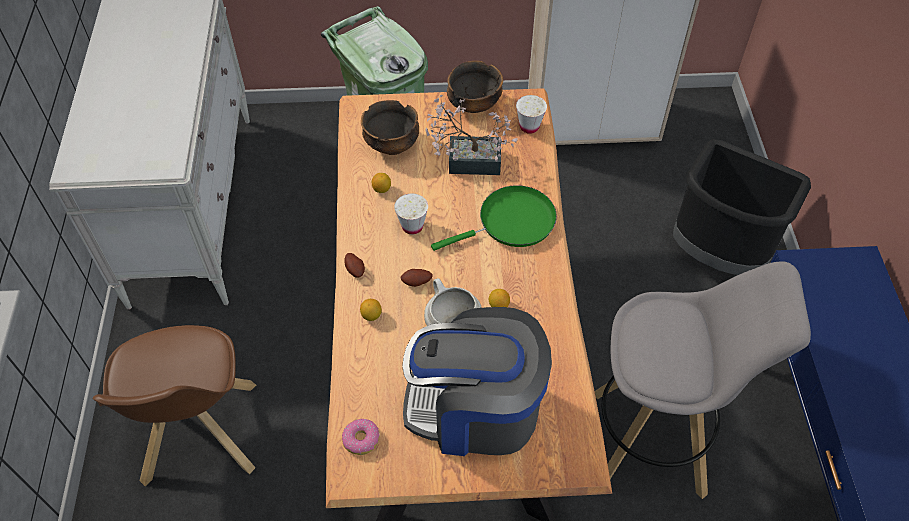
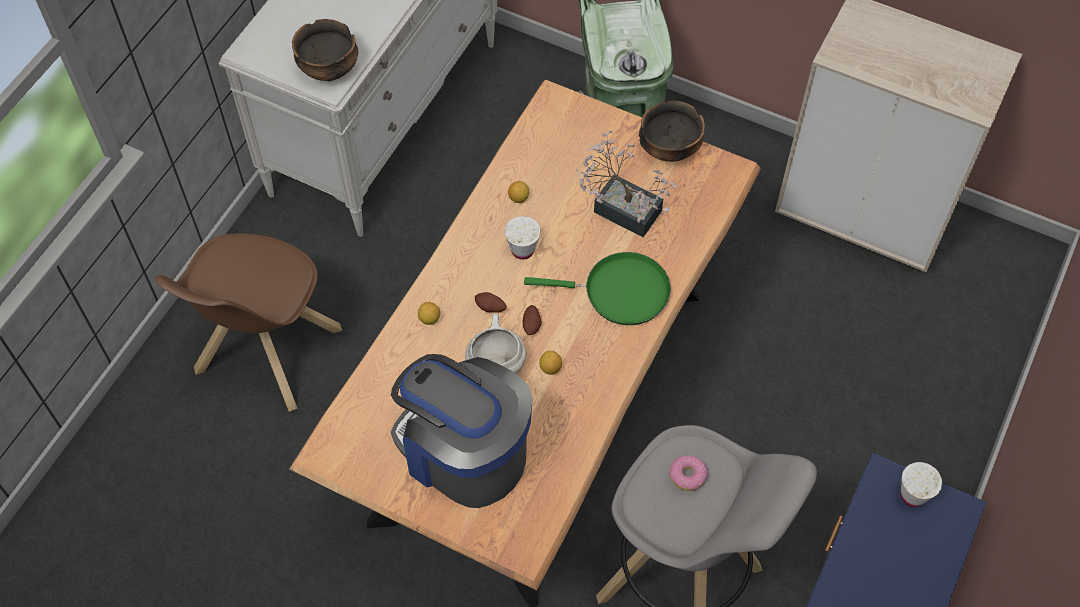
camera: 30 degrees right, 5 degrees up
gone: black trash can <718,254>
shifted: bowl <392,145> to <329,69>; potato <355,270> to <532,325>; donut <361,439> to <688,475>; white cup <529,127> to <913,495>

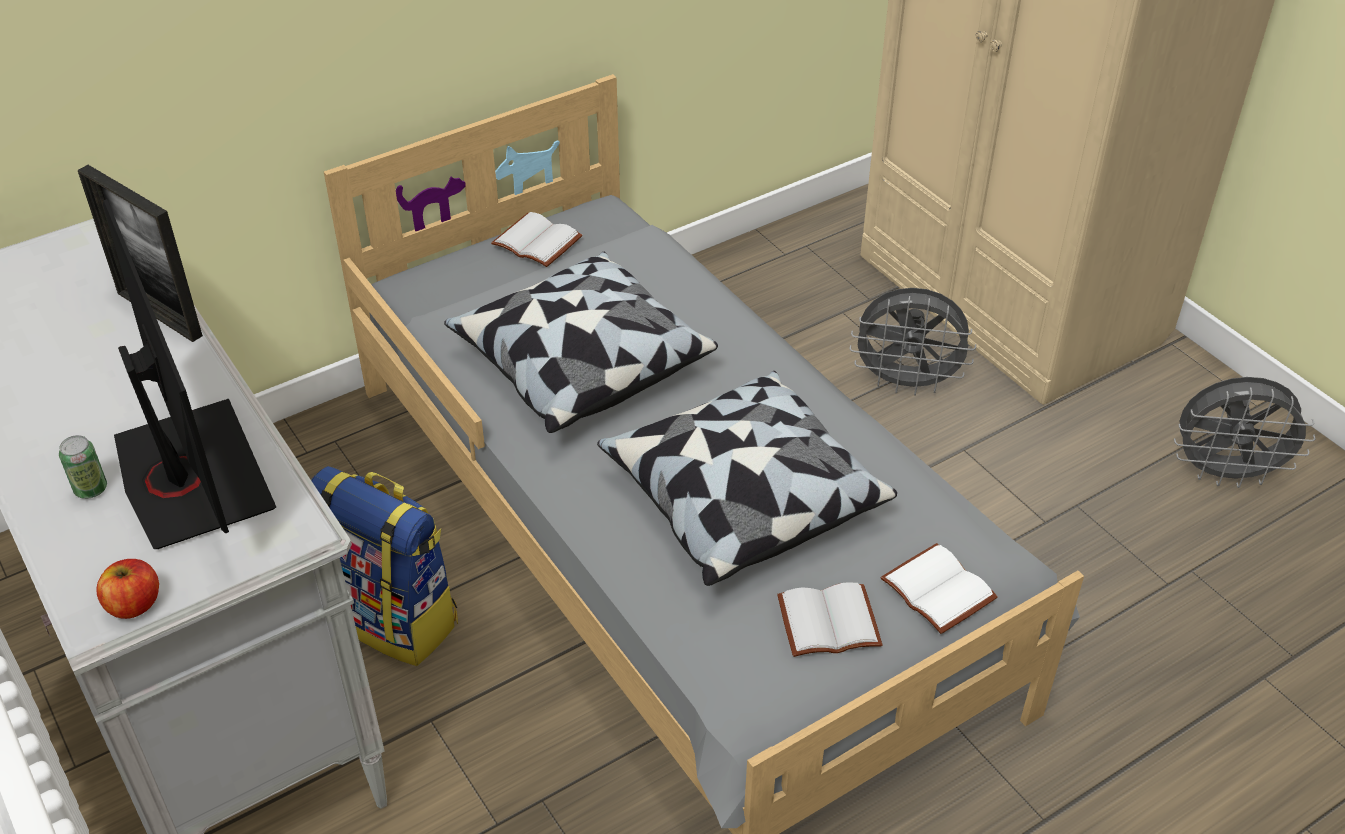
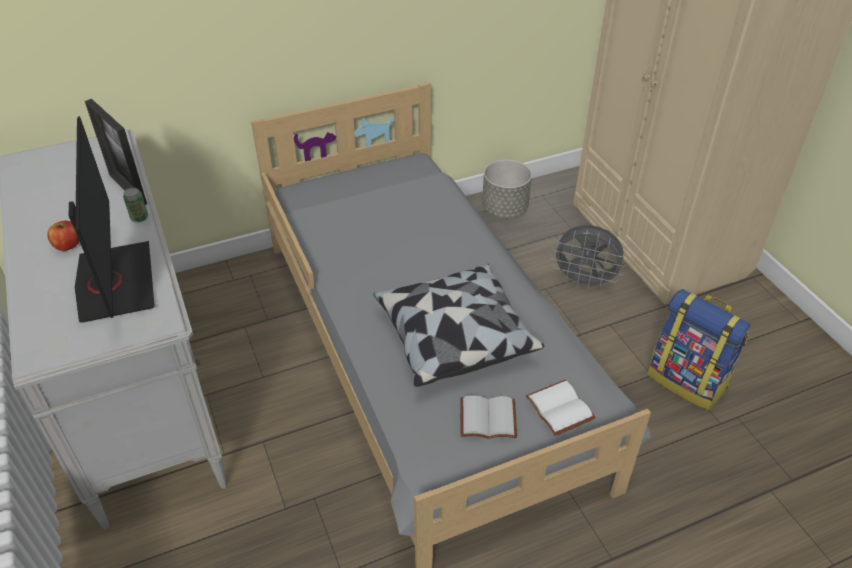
camera: 10 degrees right, 0 degrees up
gone: pillow <579,364>; white book <539,241>; grey fan <1225,474>
new: grey planter <504,209>
shifted: apple <134,604> to <68,245>; can <91,489> to <139,218>; backpack <395,618> to <688,380>

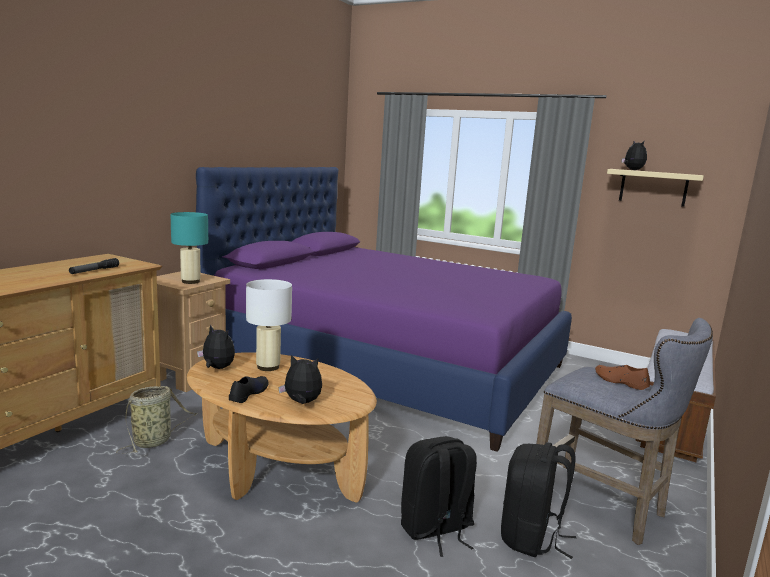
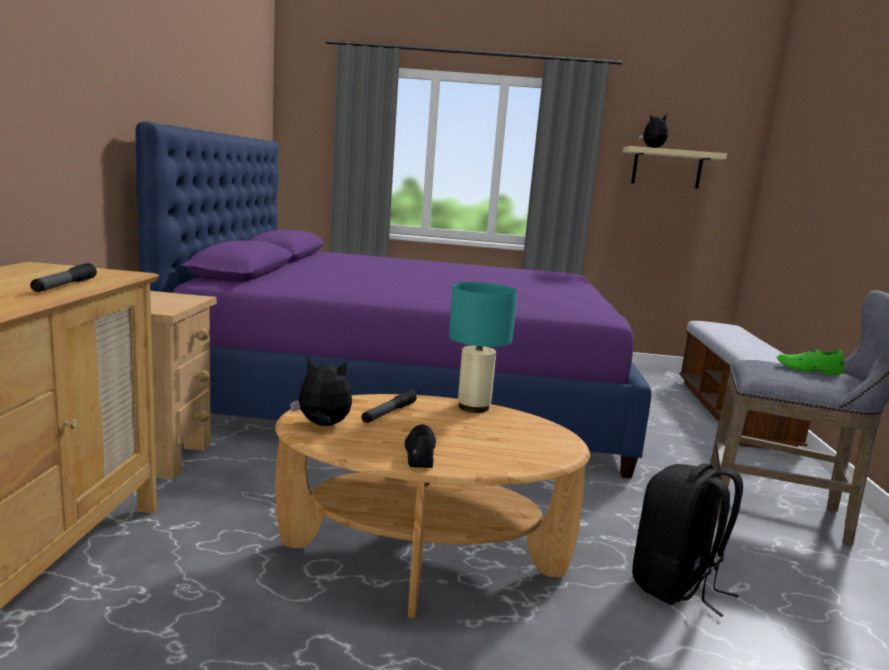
camera: 25 degrees left, 0 degrees up
gone: basket <154,441>; plush toy <302,403>; black backpack <531,537>
shifted: turquoise table lamp <190,281> to <473,407>
swapped: white table lamp <267,367> to flashlight <388,413>
repainted: brown shoe <620,381> to green shoe <808,369>

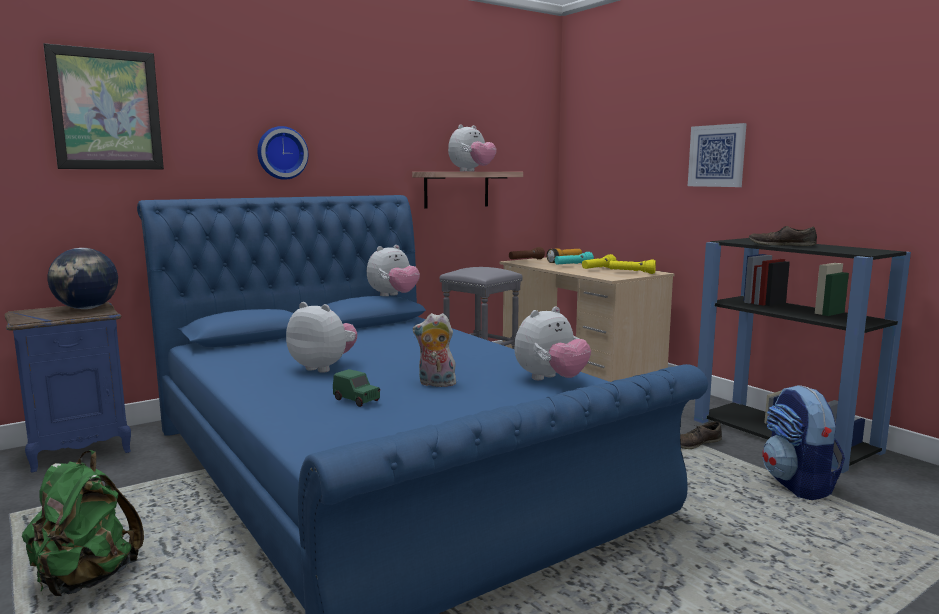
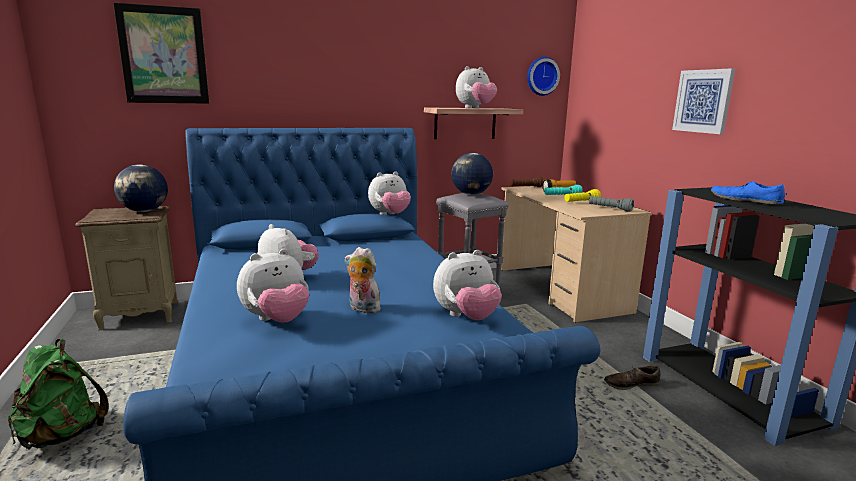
camera: 15 degrees right, 5 degrees up
gone: backpack <798,485>
new: globe <471,194>
shifted: wall clock <281,153> to <541,76>
swapped: green toy car <356,400> to plush toy <277,320>
repainted: blue nightstand <80,450> to beige nightstand <140,315>; yellow flashlight <631,272> to grey flashlight <609,209>; brown shoe <781,245> to blue shoe <745,200>

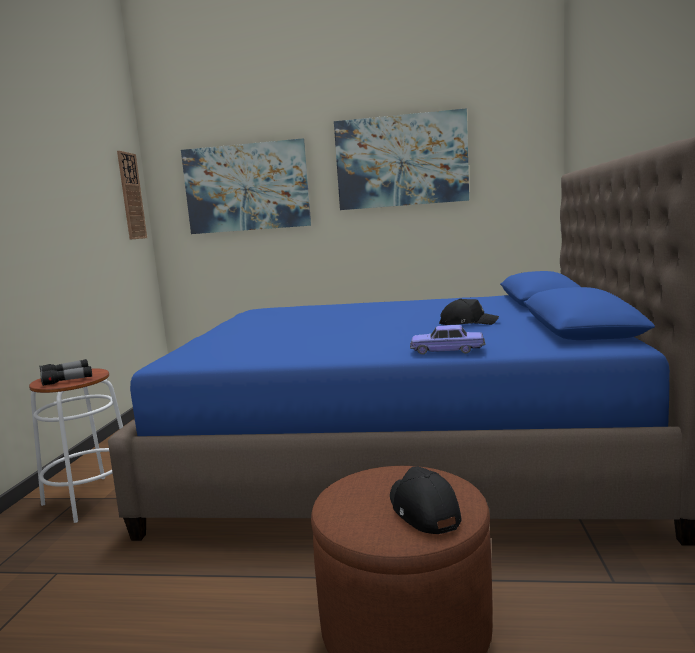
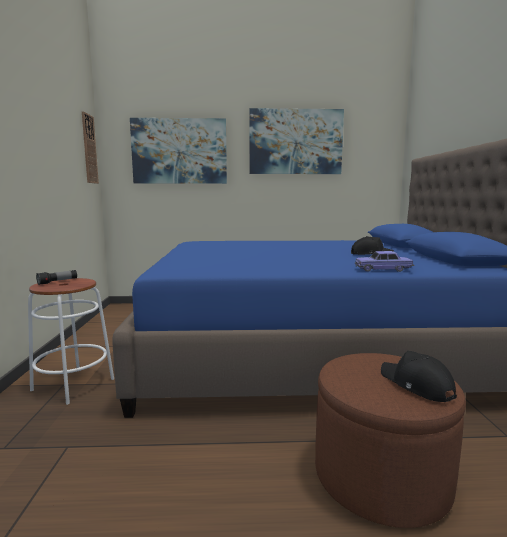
camera: 10 degrees left, 0 degrees up
gone: flashlight <68,381>

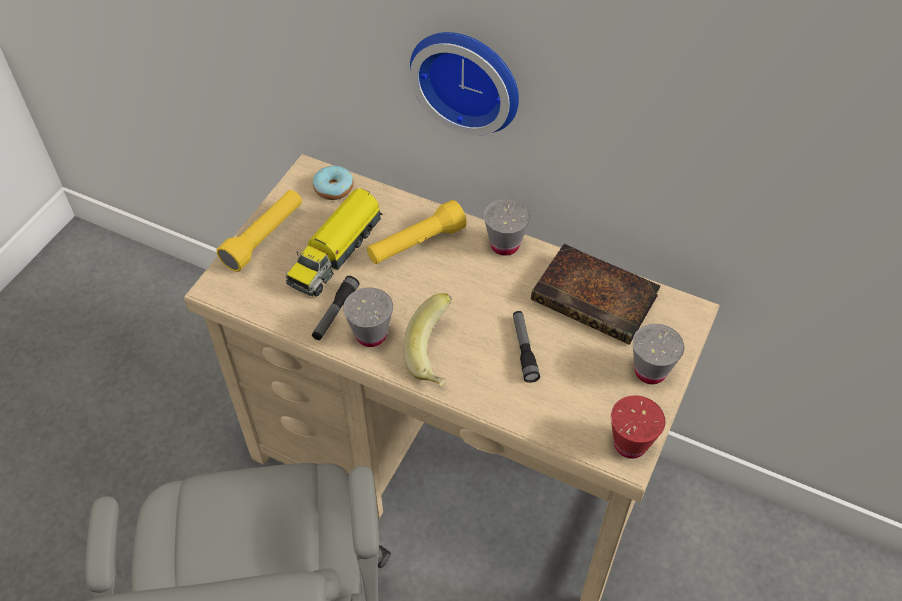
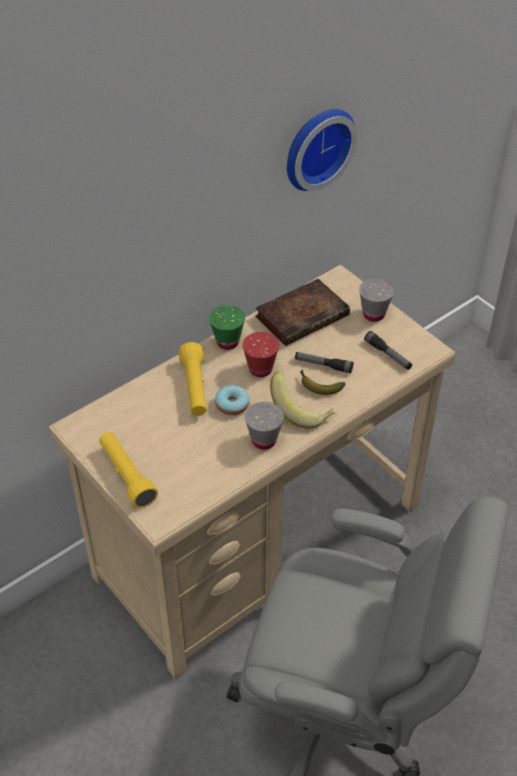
camera: 65 degrees left, 5 degrees down
gone: toy truck <336,251>
new: banana <318,386>
shifted: donut <334,188> to <232,404>; red cup <630,444> to <260,369>; wall clock <468,78> to <316,146>; flashlight <335,313> to <388,355>
repainted: grey cup <504,245> to green cup <227,342>

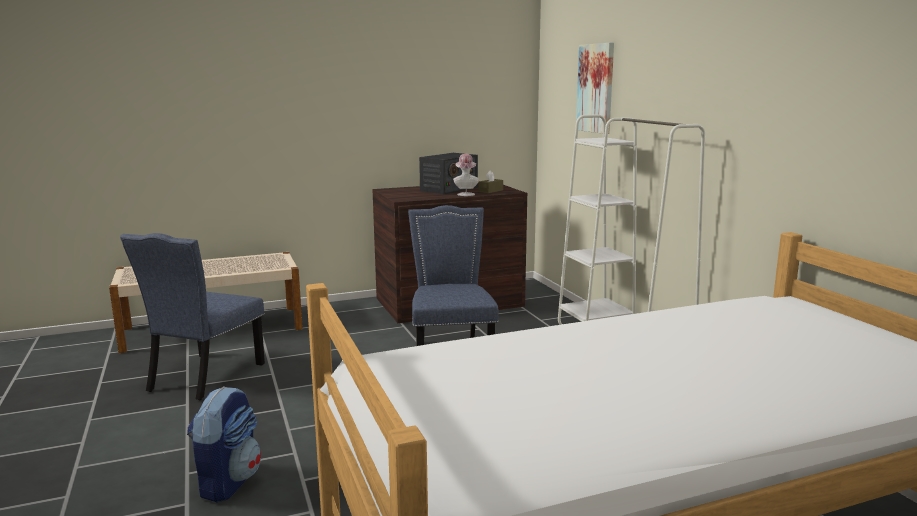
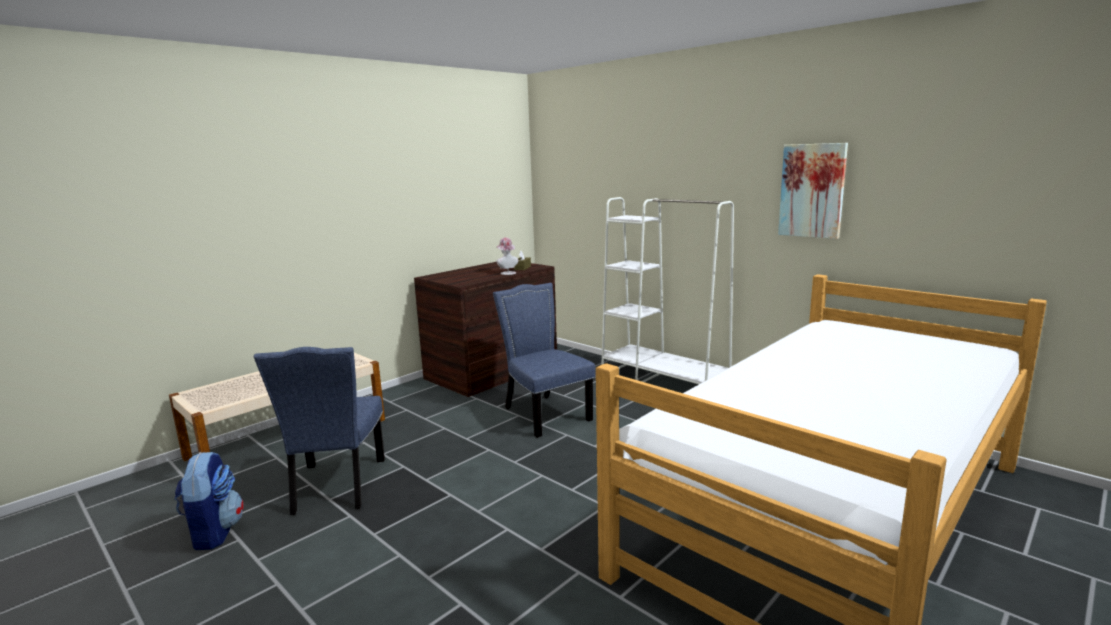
camera: 25 degrees left, 0 degrees up
gone: radio <448,189>
shifted: backpack <228,481> to <214,533>; picture <596,88> to <812,190>

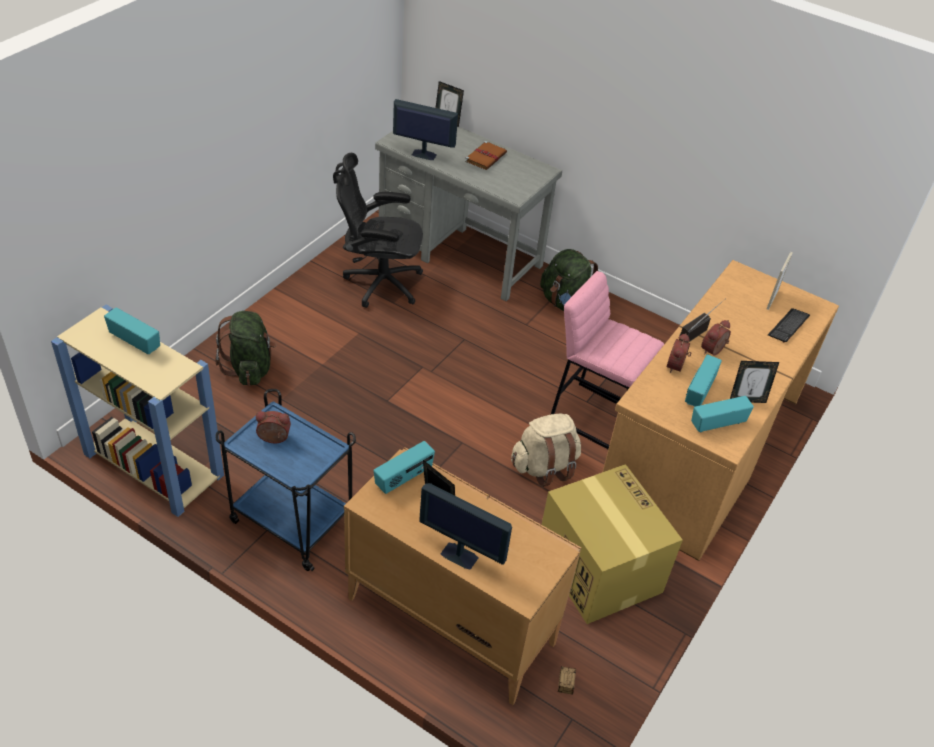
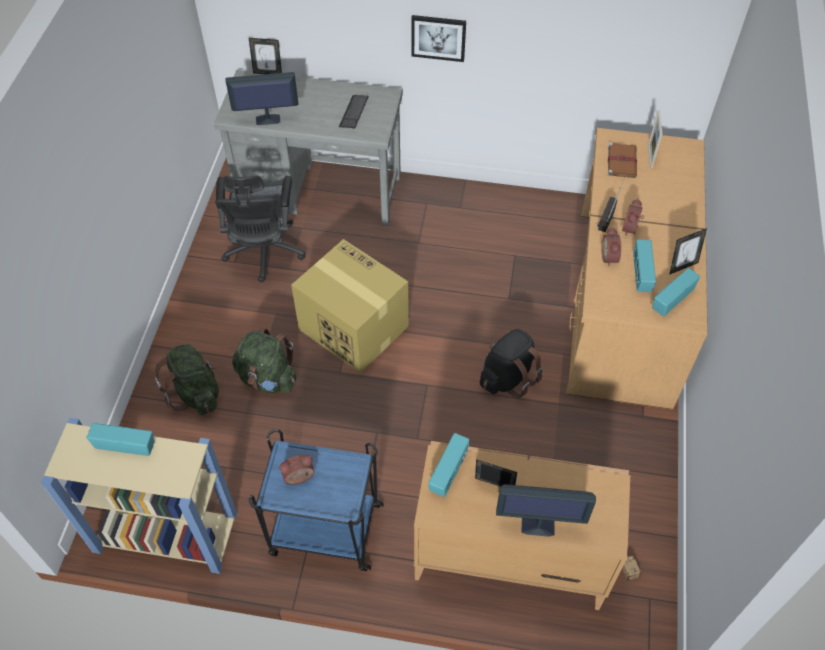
camera: 20 degrees left, 10 degrees up
gone: pink stool <593,415>
new: picture <438,37>
shifted: green backpack <565,303> to <268,378>; cardboard box <597,567> to <352,327>; keyboard <788,326> to <354,112>; brown book <486,157> to <621,161>
repainted: beige backpack <544,467> to black backpack <507,377>
rotated: office chair <379,283> = <264,254> 75 degrees counterclockwise

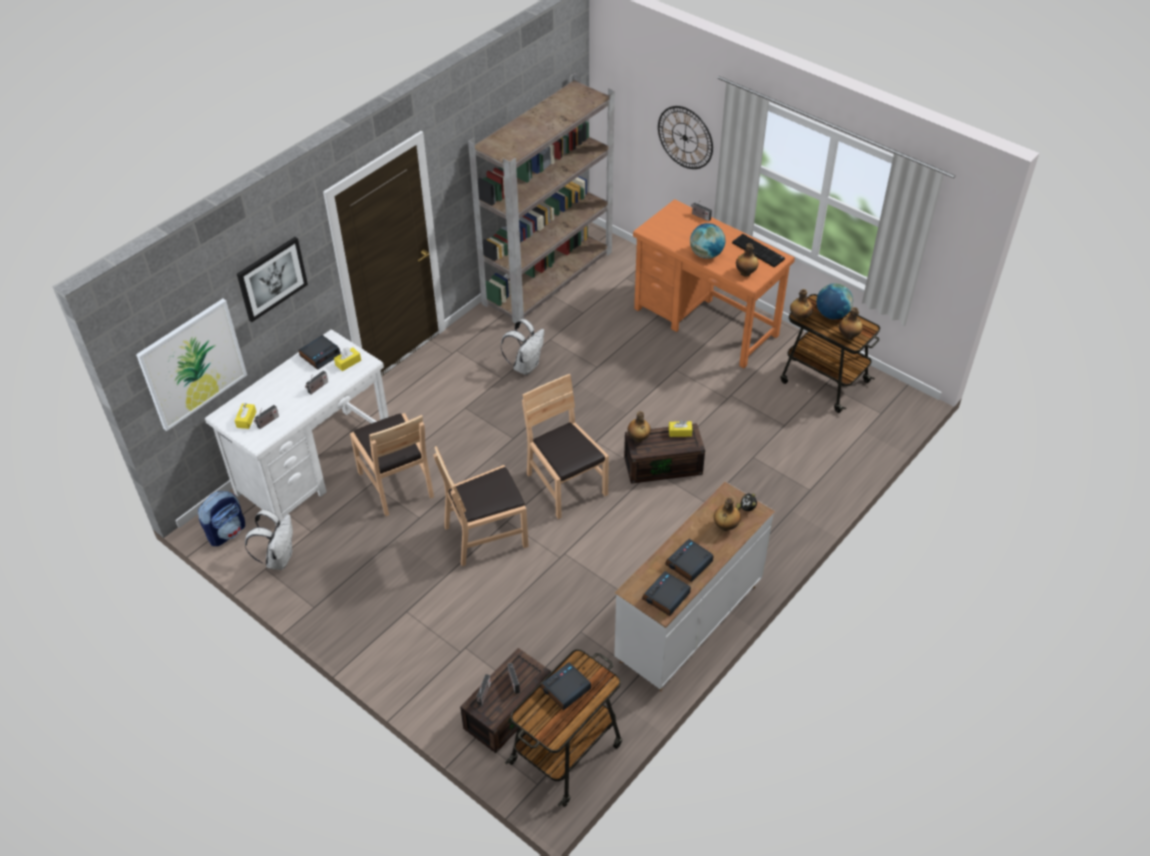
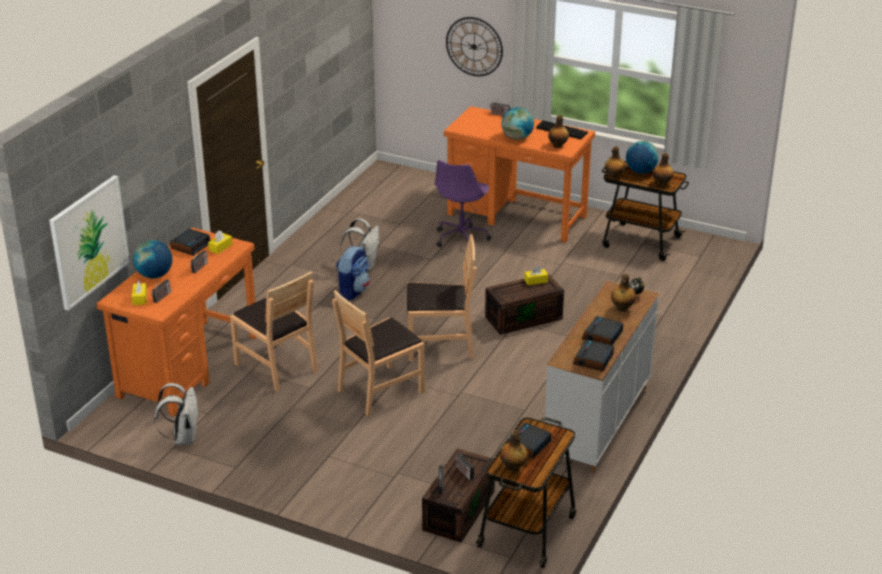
camera: 15 degrees left, 15 degrees down
gone: picture <272,278>; brown bookcase <548,277>
new: globe <154,275>; purple office chair <461,239>
shifted: backpack <227,532> to <353,291>; bottle <638,438> to <513,467>
repainted: white desk <314,465> to orange desk <188,365>
rotated: brown chair <566,485> = <440,344> 135 degrees clockwise

